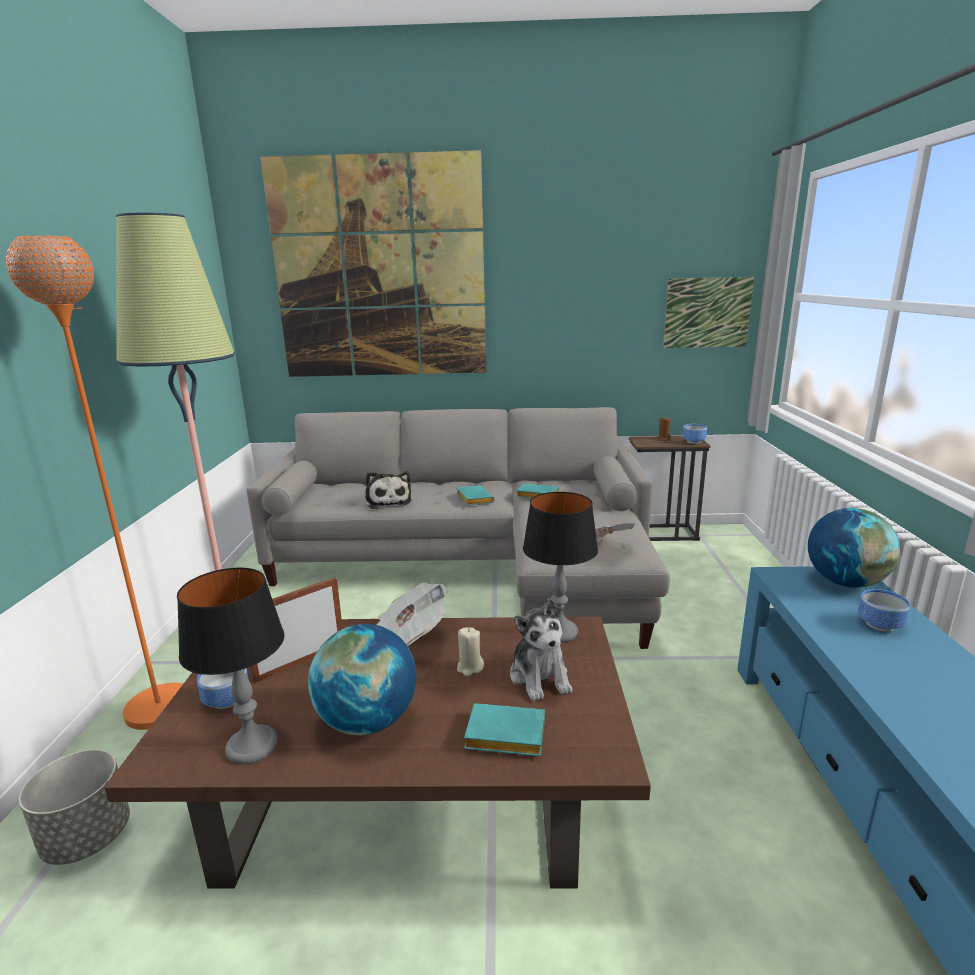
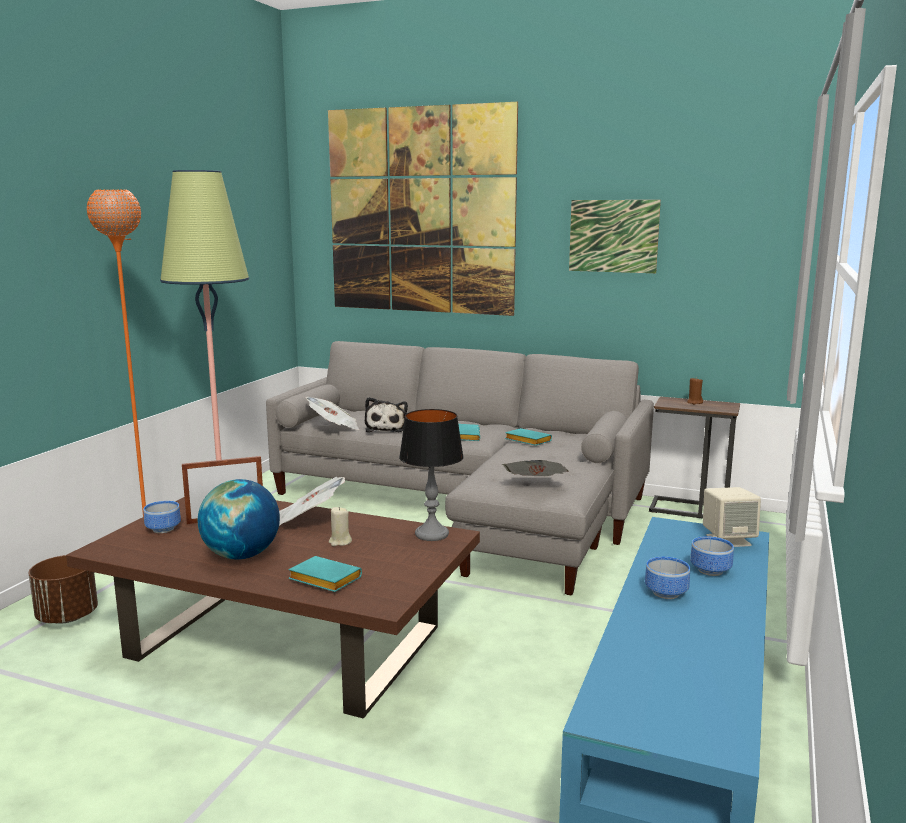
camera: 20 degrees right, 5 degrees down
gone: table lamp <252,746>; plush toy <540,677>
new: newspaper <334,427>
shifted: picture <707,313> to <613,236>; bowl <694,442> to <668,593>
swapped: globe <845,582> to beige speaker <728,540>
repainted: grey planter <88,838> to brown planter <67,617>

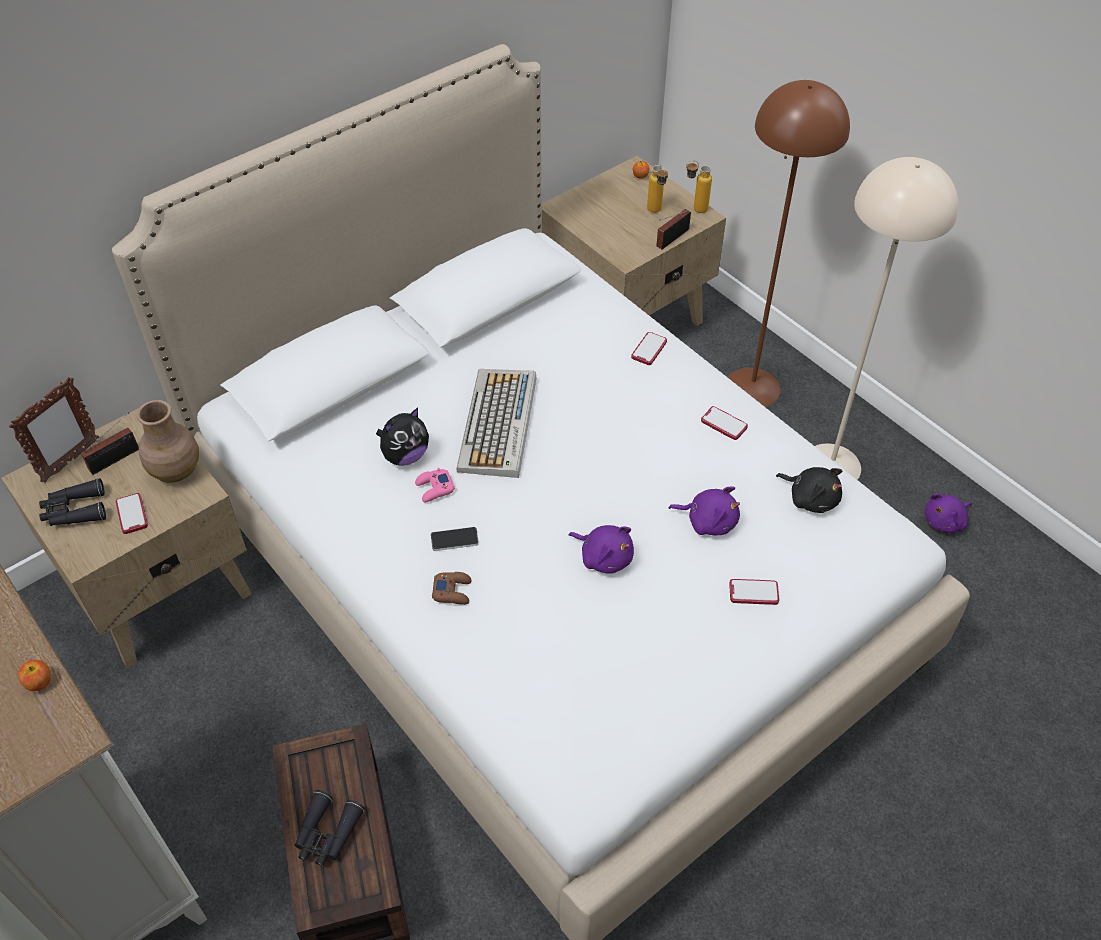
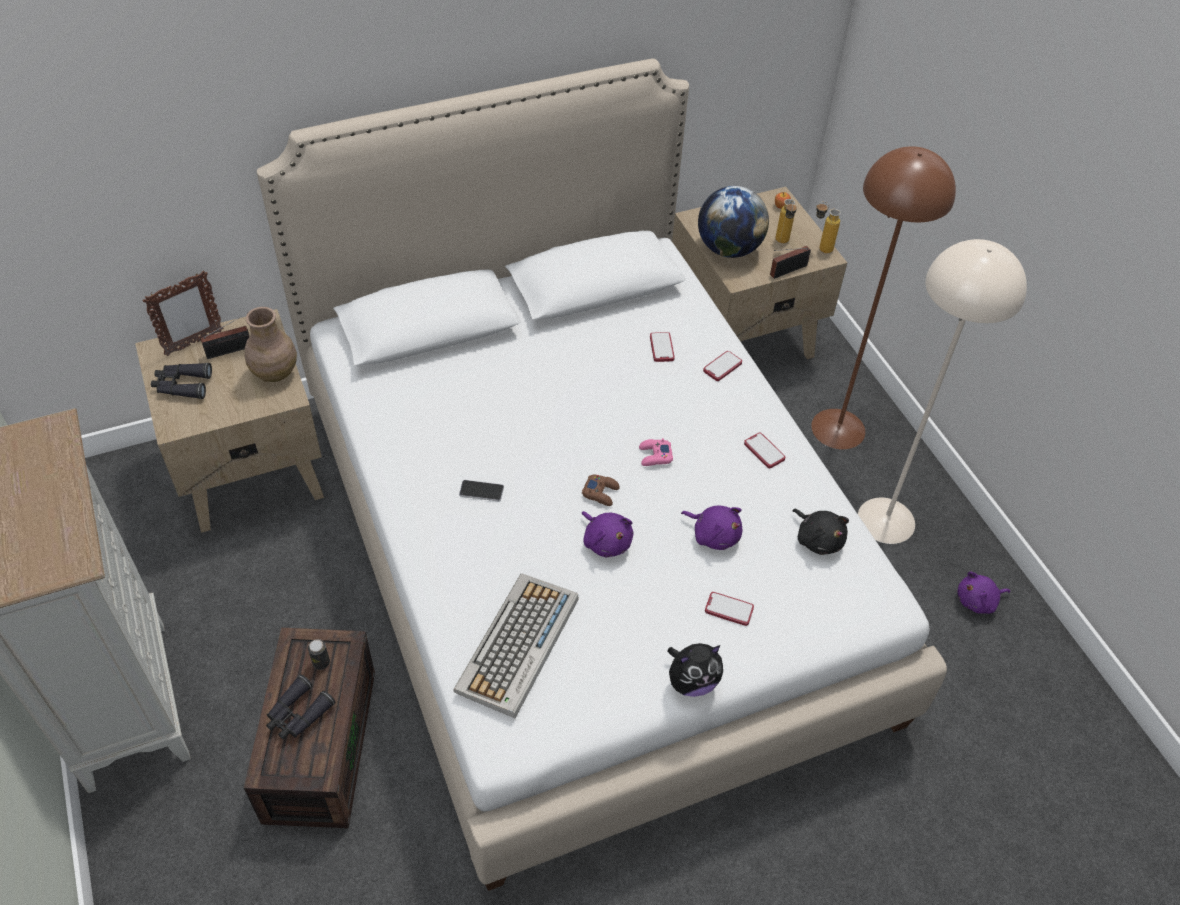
camera: 15 degrees right, 0 degrees up
gone: apple <39,682>
new: can <321,662>; globe <728,249>
shifted: keyboard <498,424> to <518,646>; brown game controller <452,591> to <601,492>; pink game controller <434,488> to <655,456>; phone <132,514> to <661,348>; plush toy <405,456> to <692,681>

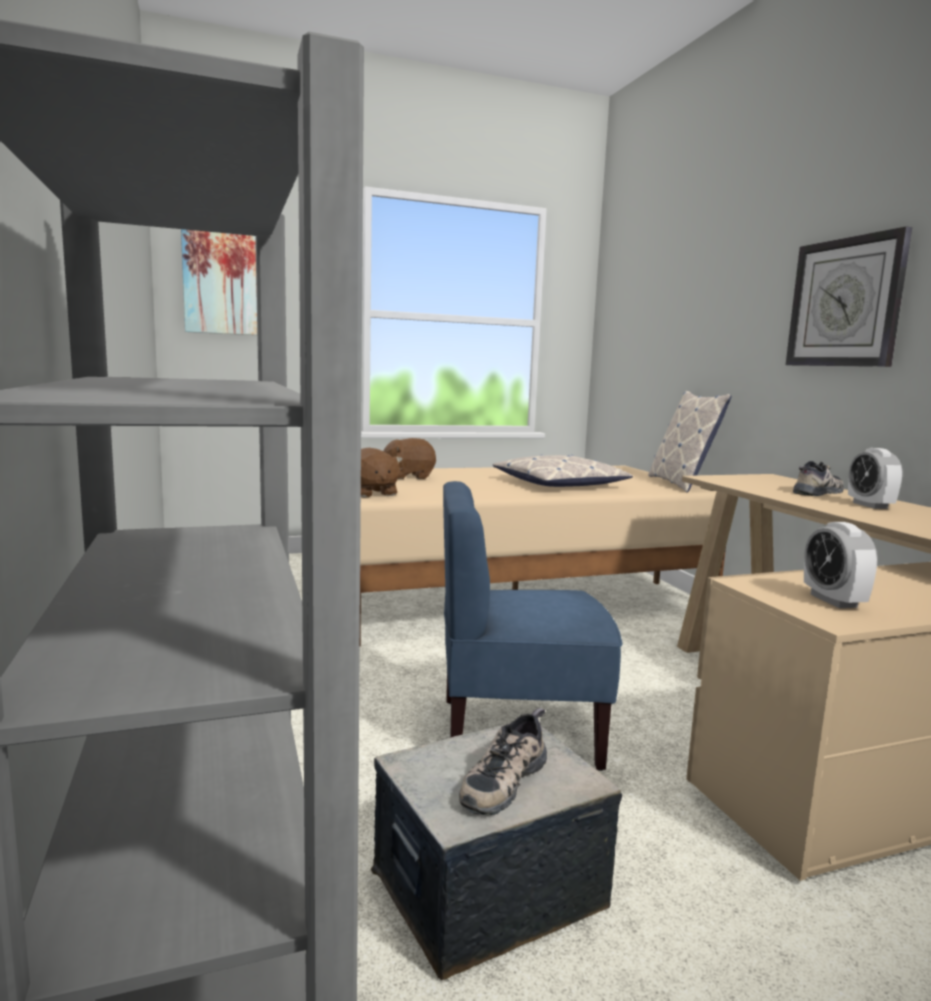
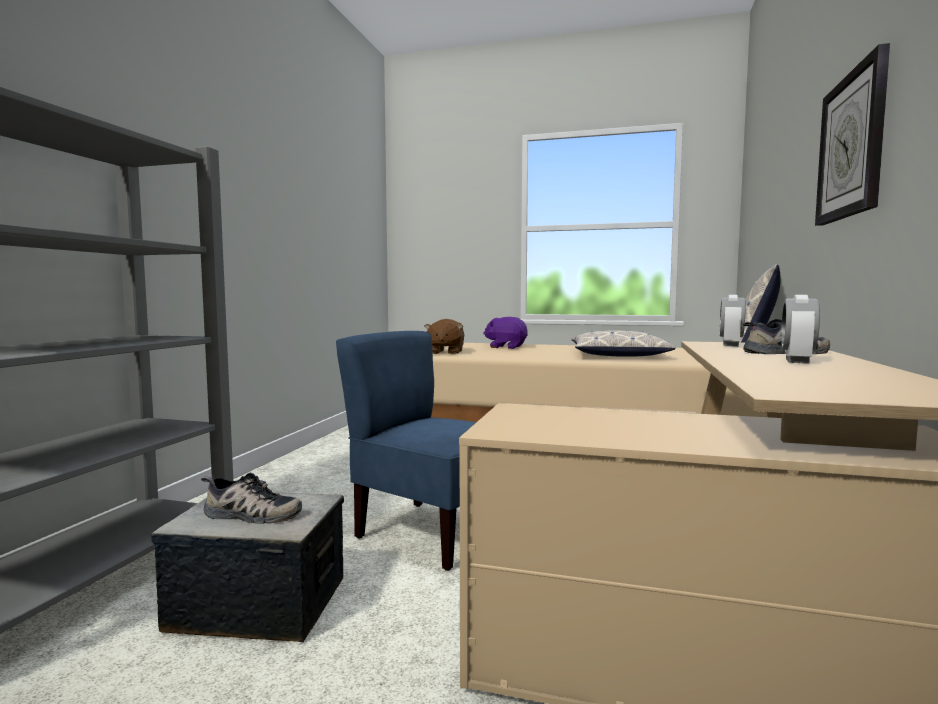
camera: 35 degrees right, 5 degrees down
gone: picture <221,278>
shifted: alarm clock <833,600> to <730,345>
repainted: brown plush toy <408,477> to purple plush toy <506,347>
rotated: shoe <502,779> = <250,515> 150 degrees counterclockwise

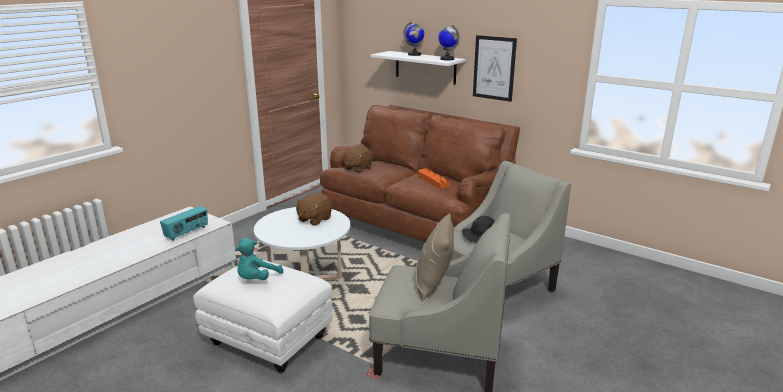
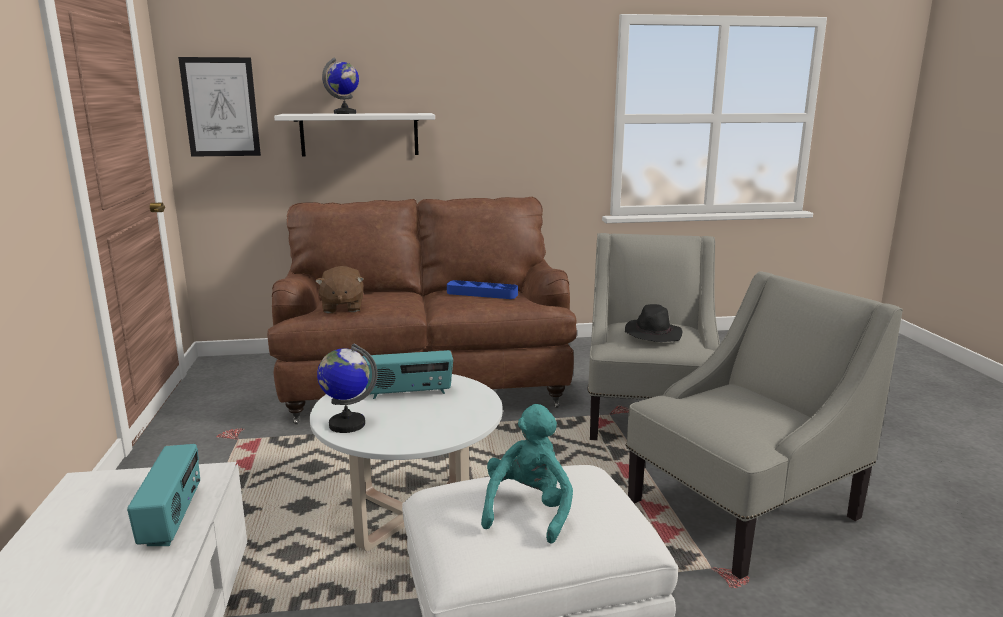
camera: 45 degrees left, 5 degrees down
gone: beige pillow <433,283>
shifted: picture <494,68> to <220,107>; globe <447,59> to <346,424>
swapped: brown plush toy <314,219> to radio <408,393>
repainted: orange tray <433,181> to blue tray <482,294>
rotated: turquoise plush toy <257,279> = <528,510> 150 degrees counterclockwise

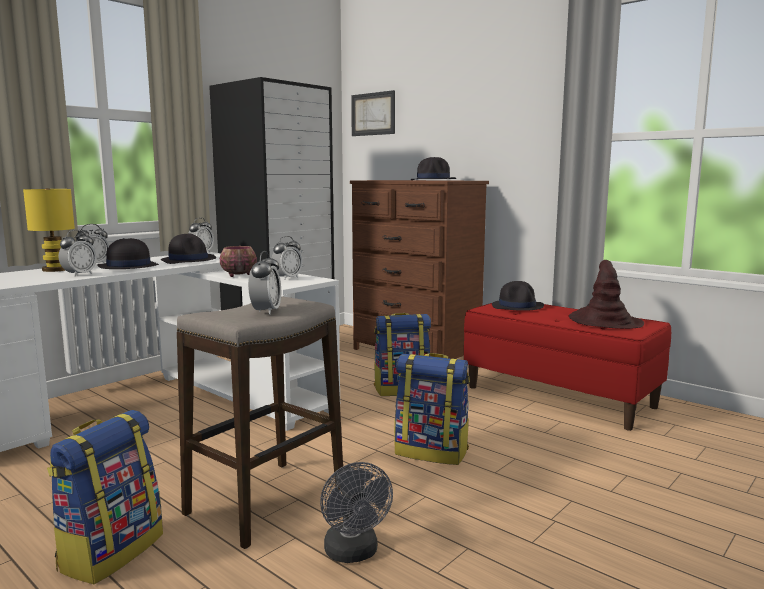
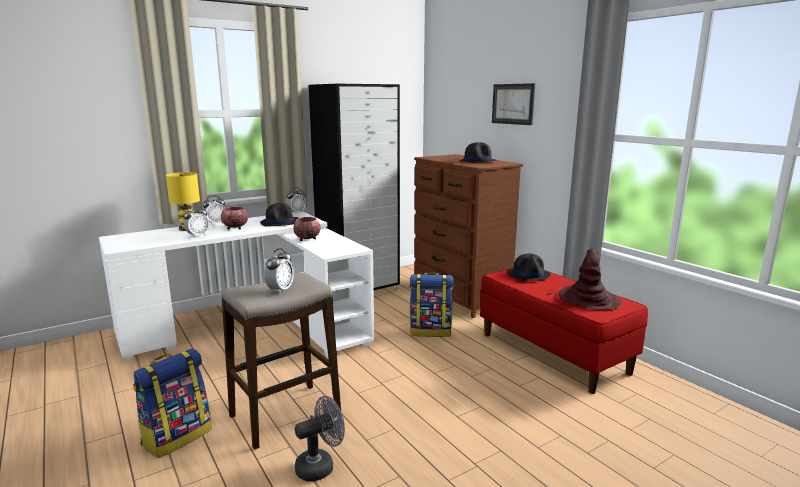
camera: 15 degrees right, 5 degrees up
gone: alarm clock <287,278>; backpack <432,452>
shifted: picture <373,114> to <513,104>
swapped: black hat <128,266> to bowl <235,228>
rotated: grey fan <353,553> = <320,466> 120 degrees counterclockwise

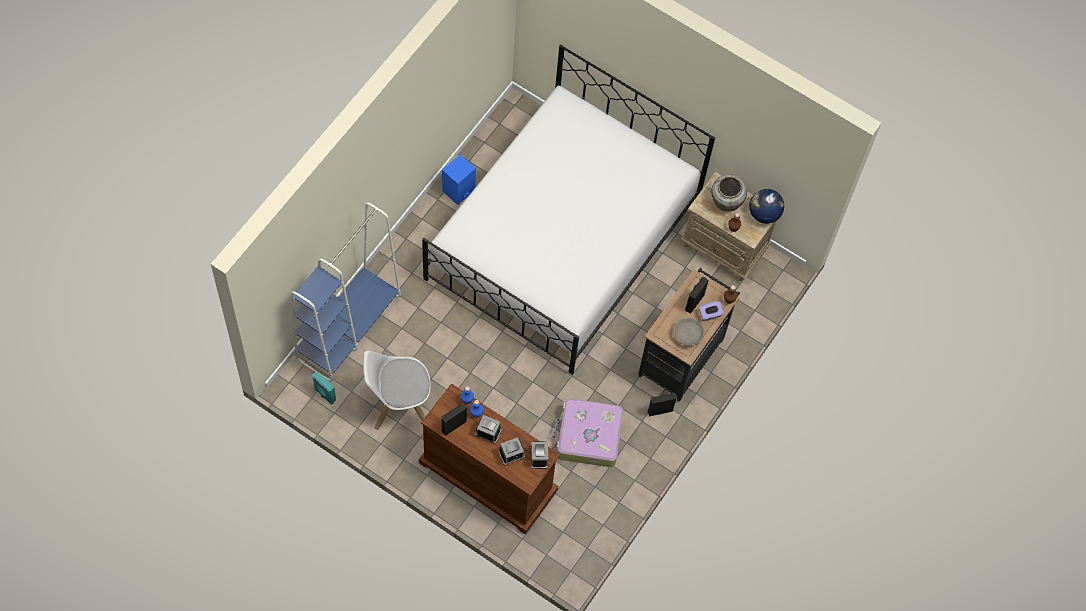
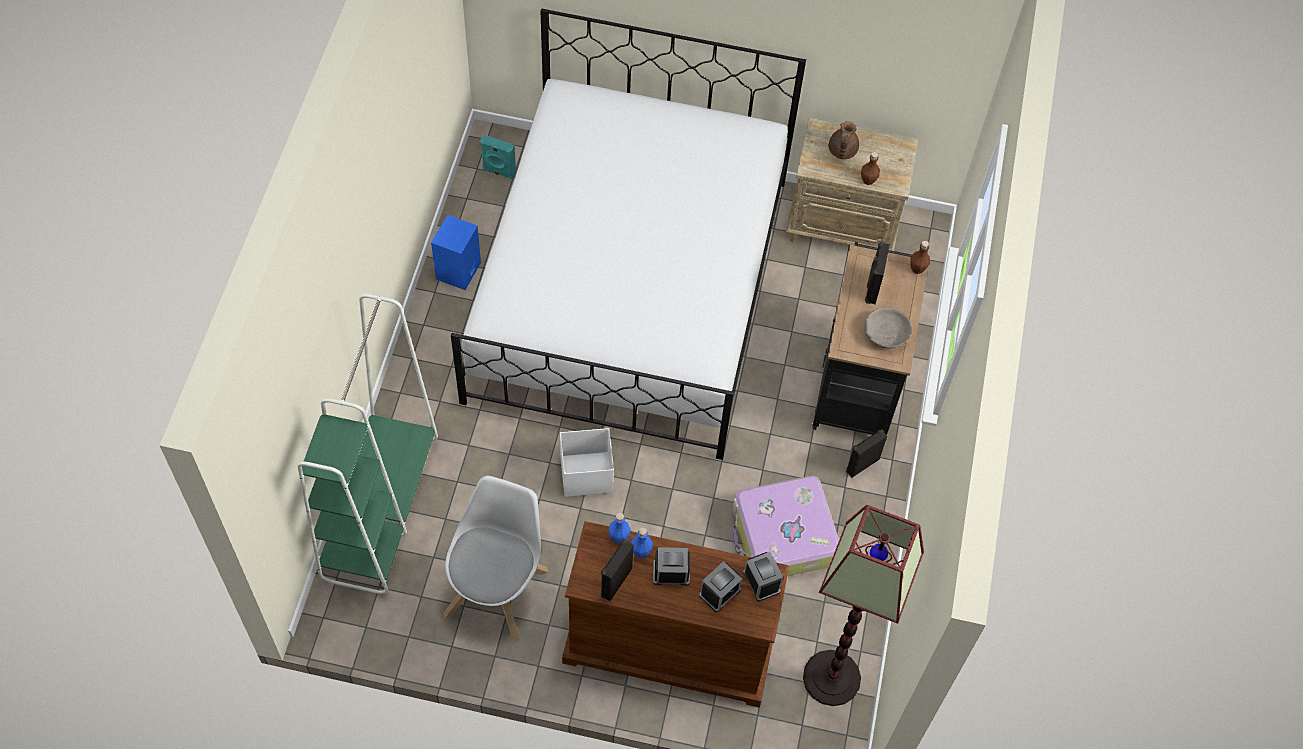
camera: 20 degrees left, 5 degrees down
gone: purple tissue box <710,314>; globe <763,214>
new: white storage box <585,474>; floor lamp <832,678>
shifted: turquoise speaker <324,395> to <498,172>
swapped: beige vase <725,202> to brown teapot <841,151>
repainted: blue clothes rack <349,328> to green clothes rack <381,508>
rotated: chair <399,404> = <498,589> 135 degrees clockwise

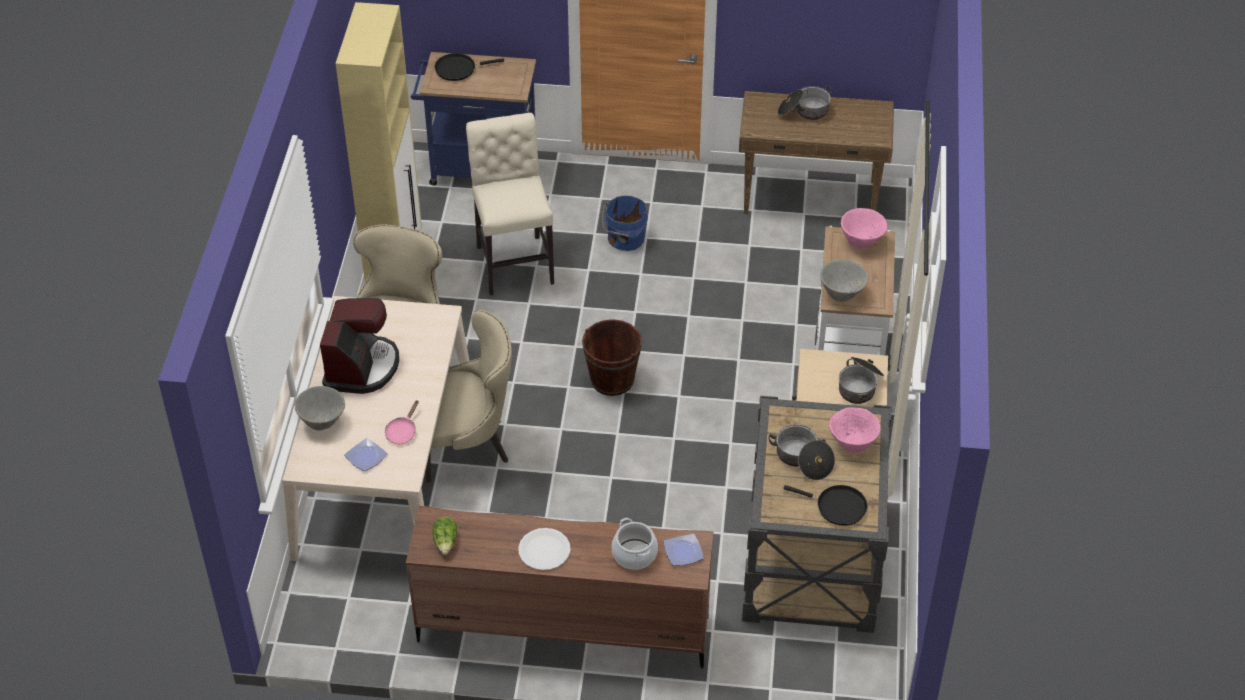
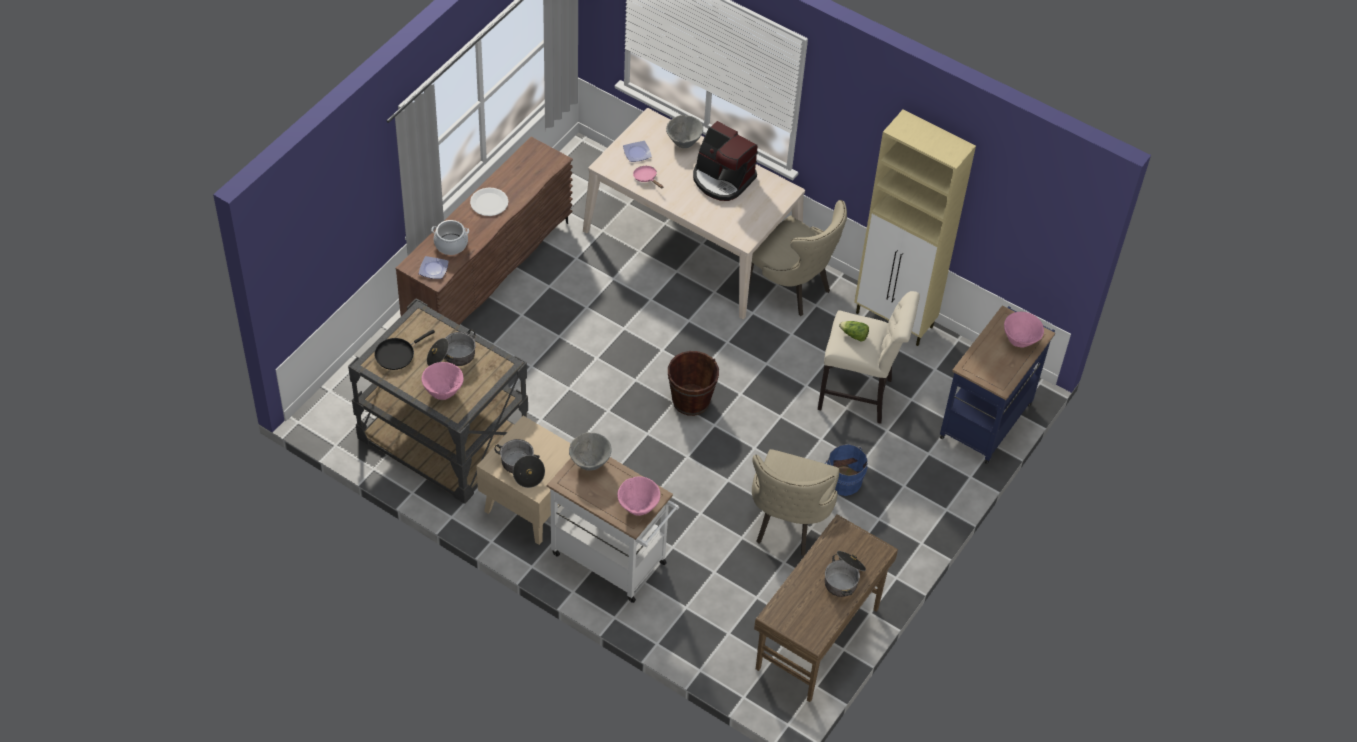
camera: 115 degrees right, 5 degrees up
shifted: beige chair <467,446> to <789,523>; lettuce <446,542> to <854,335>
swapped: black frying pan <458,69> to pink bowl <1020,341>

